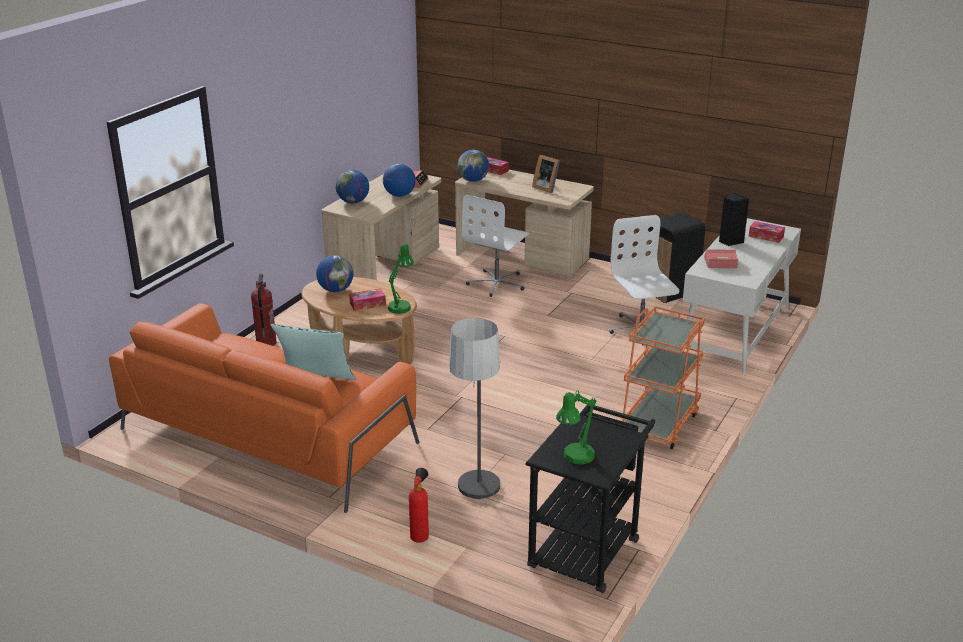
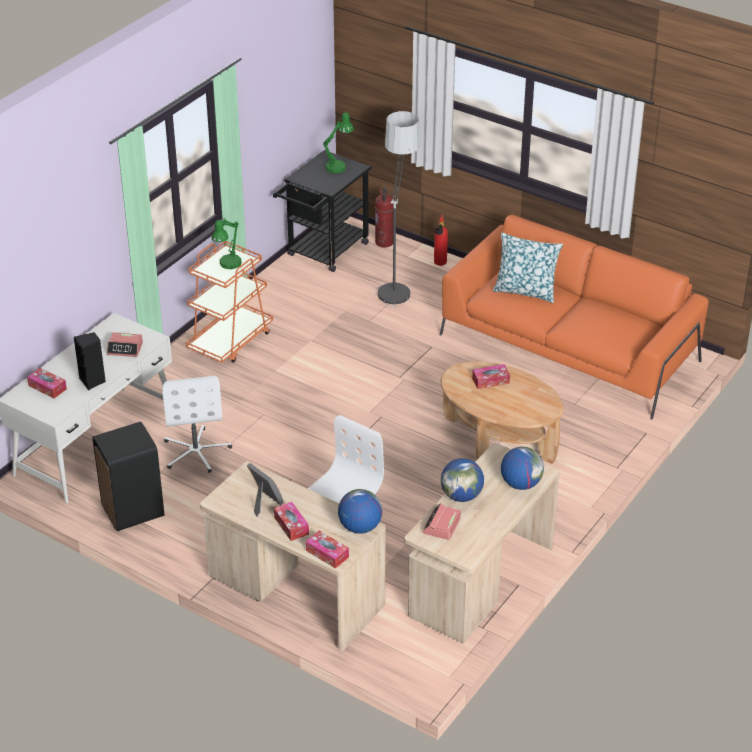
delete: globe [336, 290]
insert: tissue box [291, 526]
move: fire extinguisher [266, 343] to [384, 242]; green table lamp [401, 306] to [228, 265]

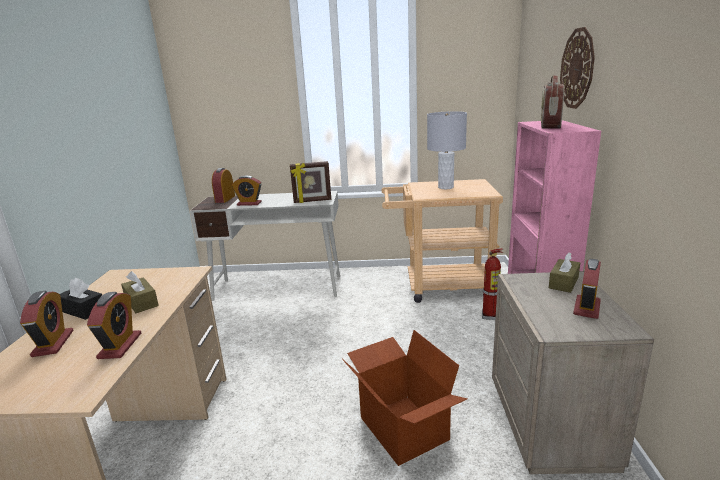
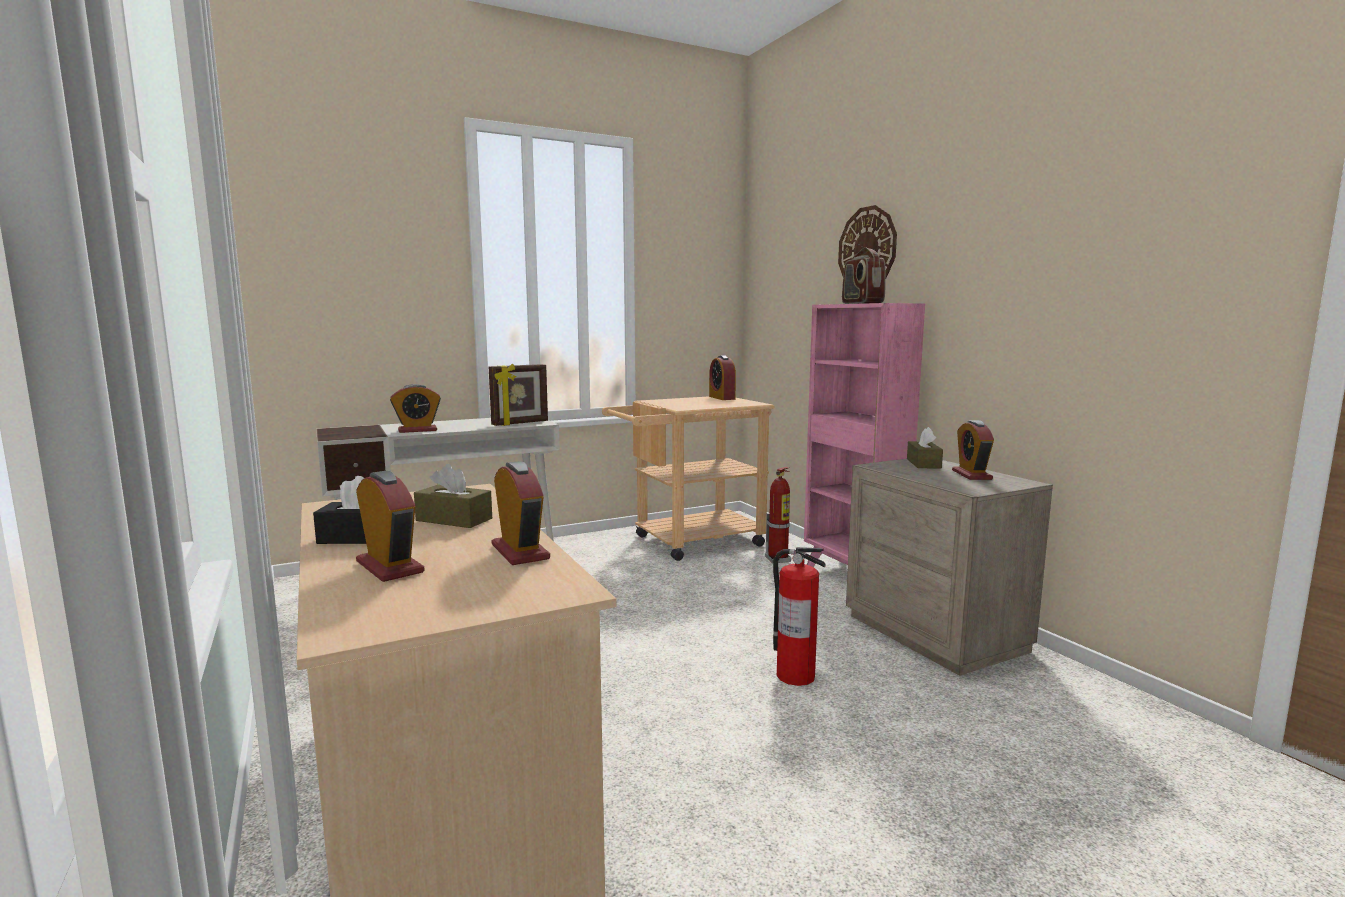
delete: grey table lamp [445, 187]
move: alarm clock [225, 199] to [722, 398]
replace: cardboard box [402, 429] to fire extinguisher [794, 675]

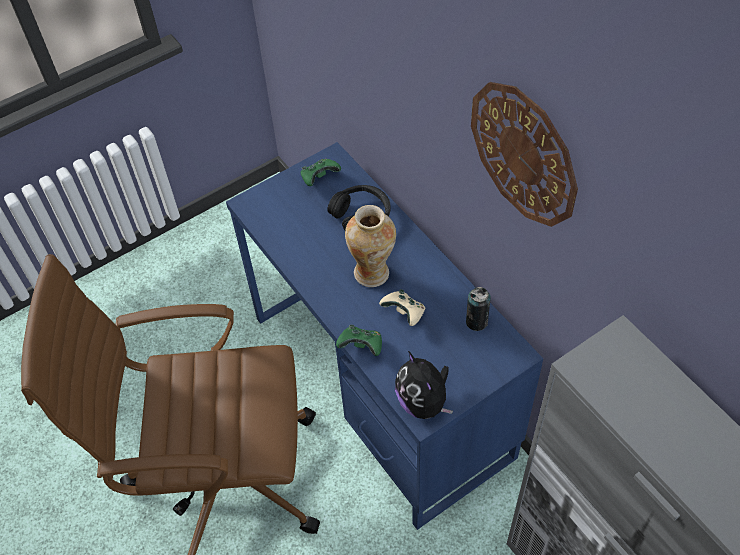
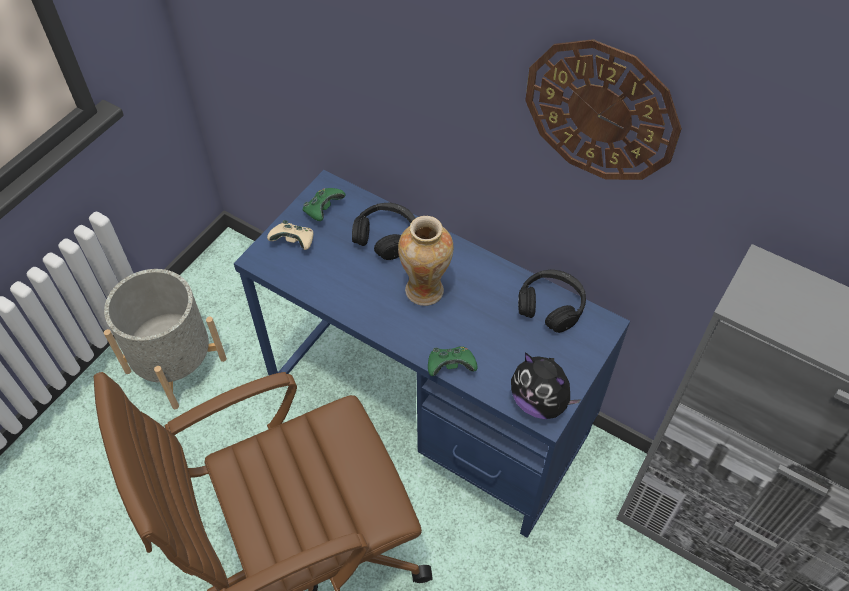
insert: grey planter [176, 365]
move: beige game controller [404, 313] to [294, 242]
replace: can [476, 321] to black headphones [551, 306]

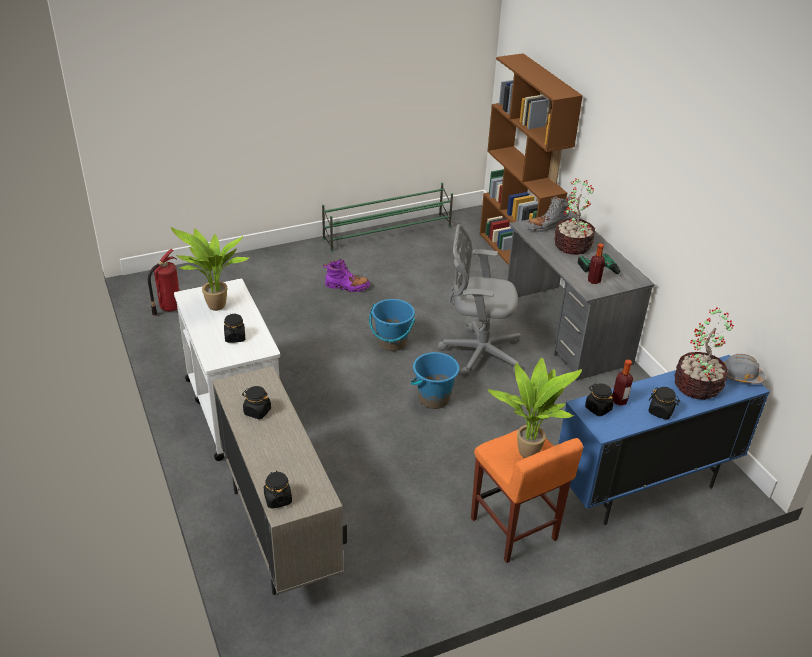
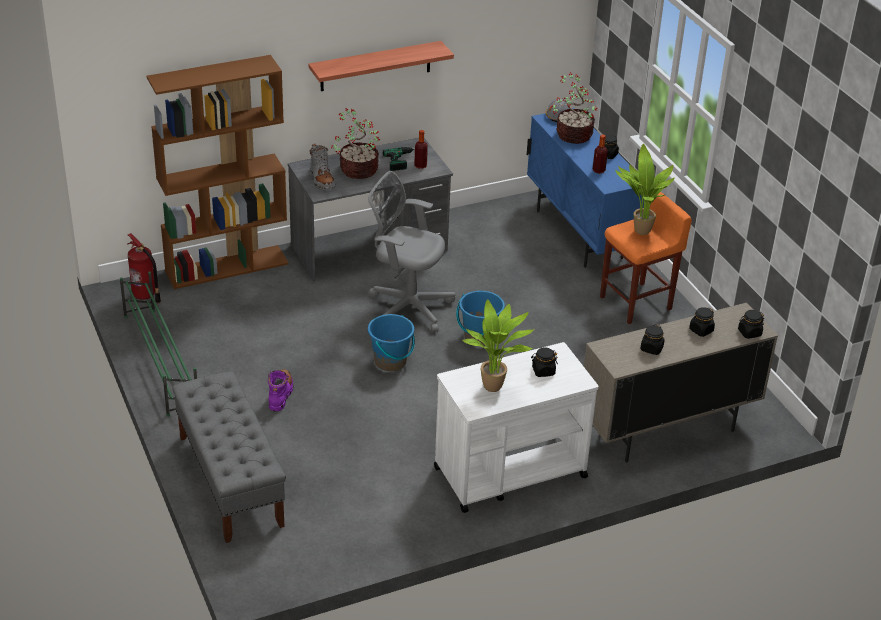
insert: grey bench [230, 480]; shelf [375, 66]
move: fire extinguisher [169, 307] to [145, 295]; black jar [598, 408] to [701, 330]
rotate: grey office chair [478, 353] = [407, 305] 105 degrees clockwise

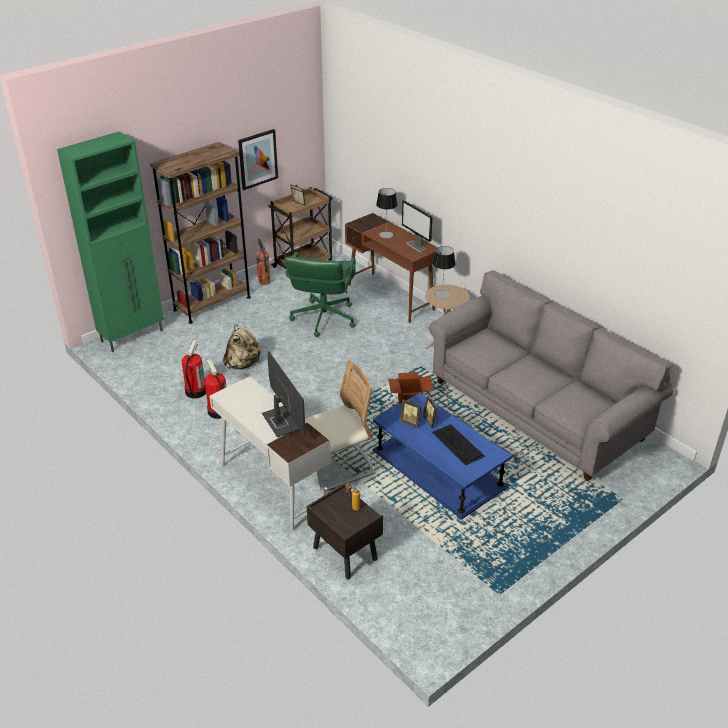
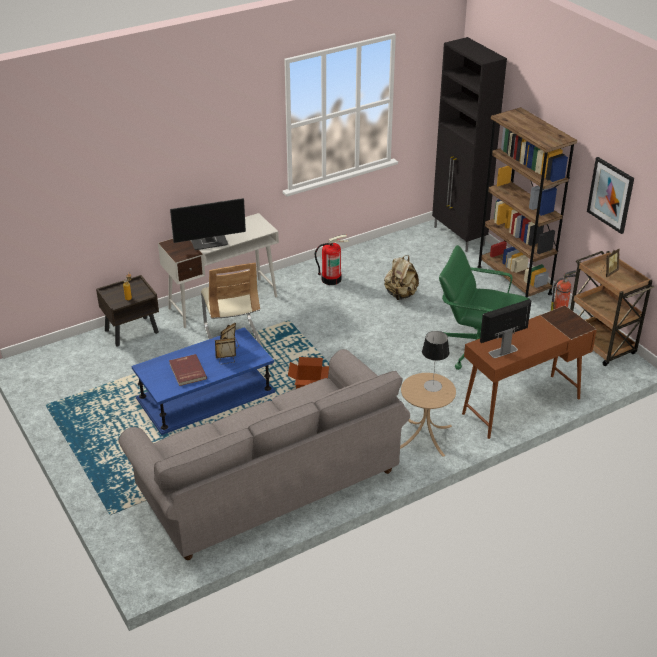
delete: fire extinguisher [195, 391]; table lamp [386, 235]
replace: keyboard [458, 444] to red book [187, 371]
recolor: green cabinet [133, 336] to black cabinet [459, 236]

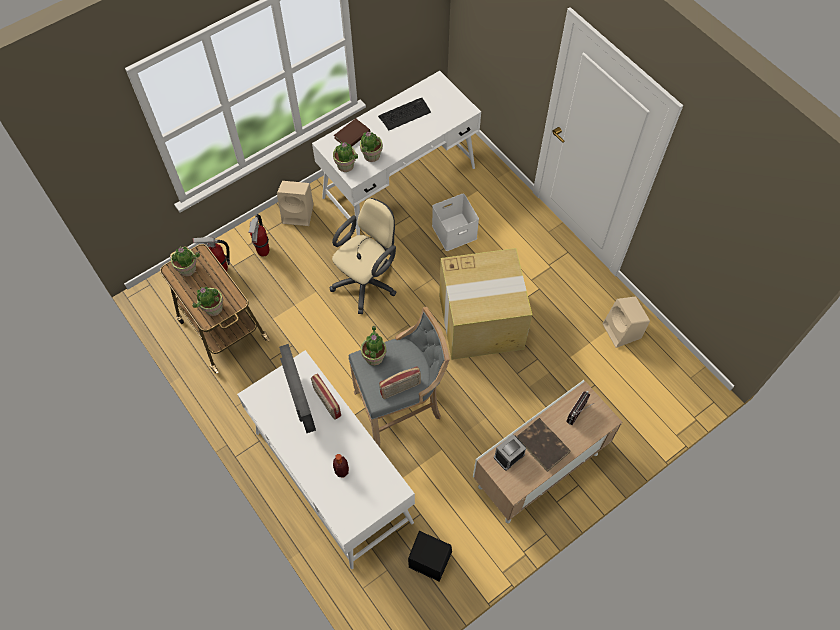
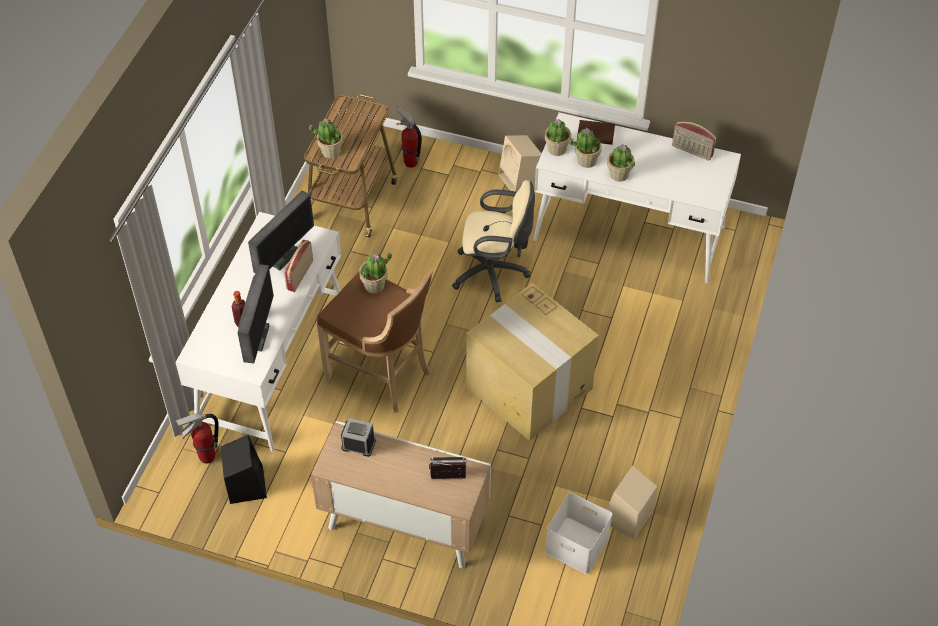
delete: keyboard [405, 114]; brown book [543, 445]
insert: monitor [259, 338]
move: potted plant [187, 269] to [619, 174]; fire extinguisher [263, 252] to [206, 457]; radio [400, 389] to [691, 151]; white storage box [454, 231] to [578, 545]
recolor: grey stool [401, 407] to brown stool [382, 375]

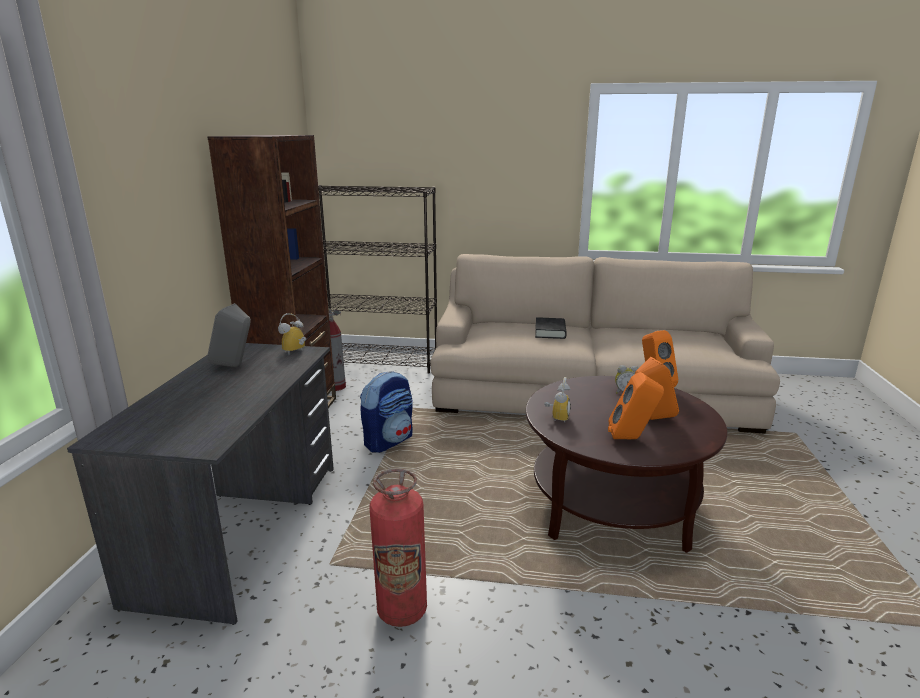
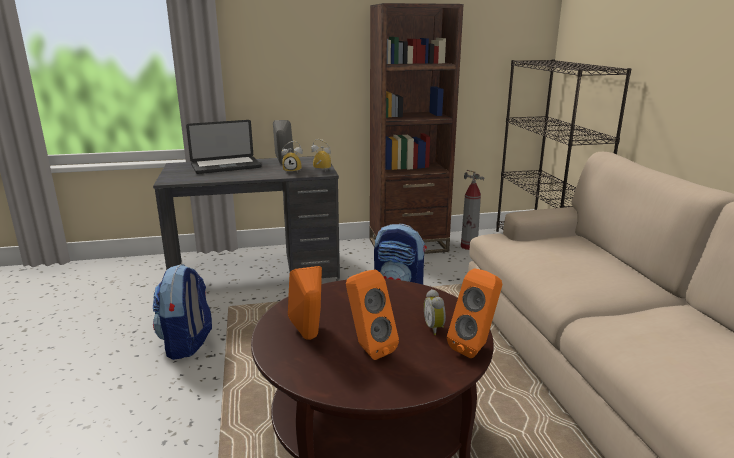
delete: black book [550, 332]
insert: laptop [226, 166]
move: alarm clock [557, 417] to [293, 171]
replace: fire extinguisher [402, 610] to backpack [187, 343]

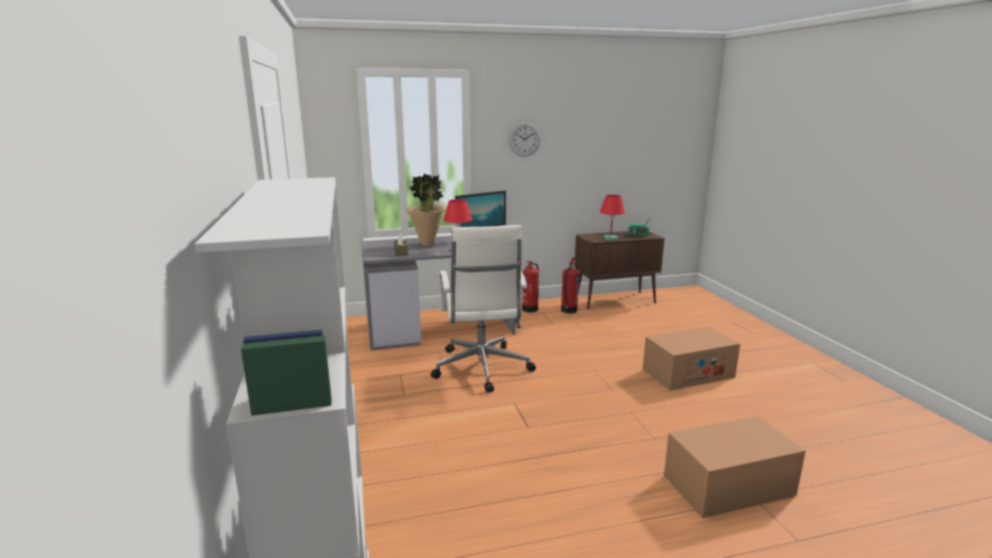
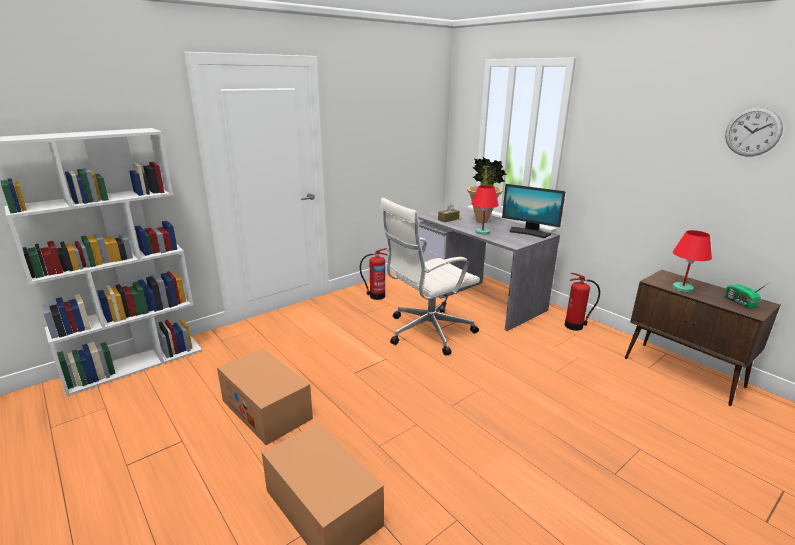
move: wall clock [524, 139] to [753, 132]; fire extinguisher [568, 310] to [376, 296]; cardboard box [688, 373] to [266, 409]

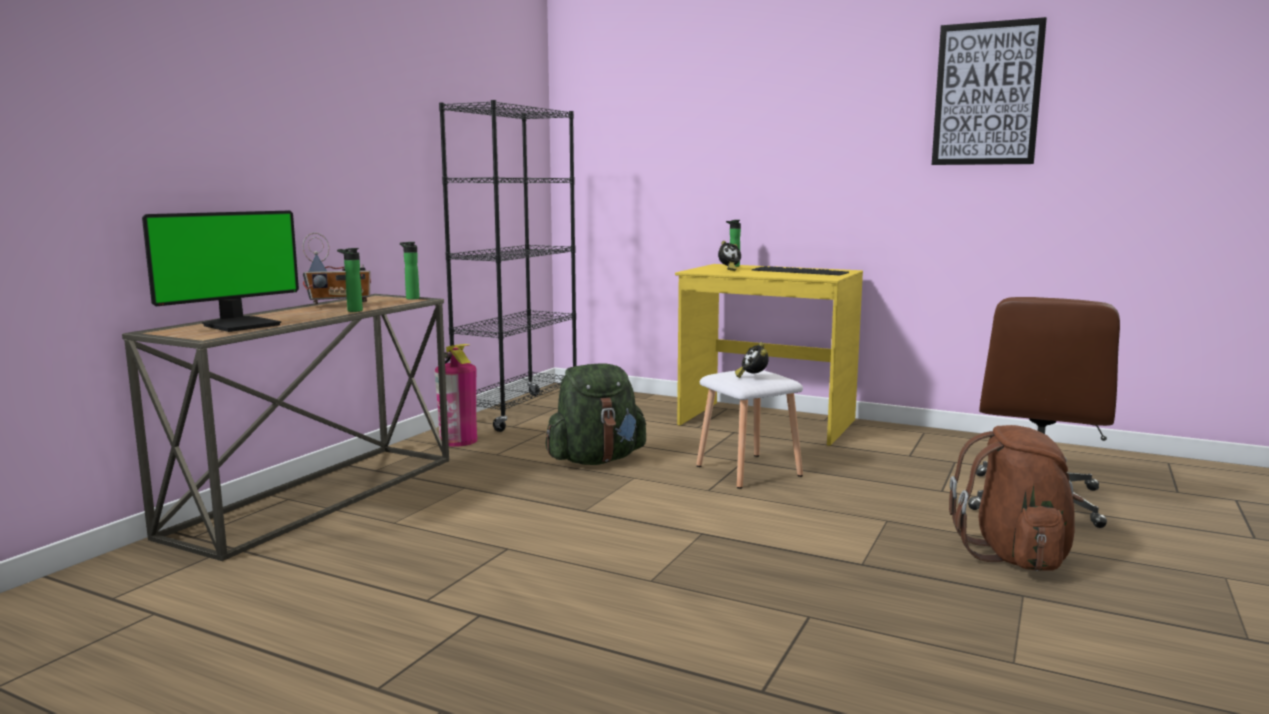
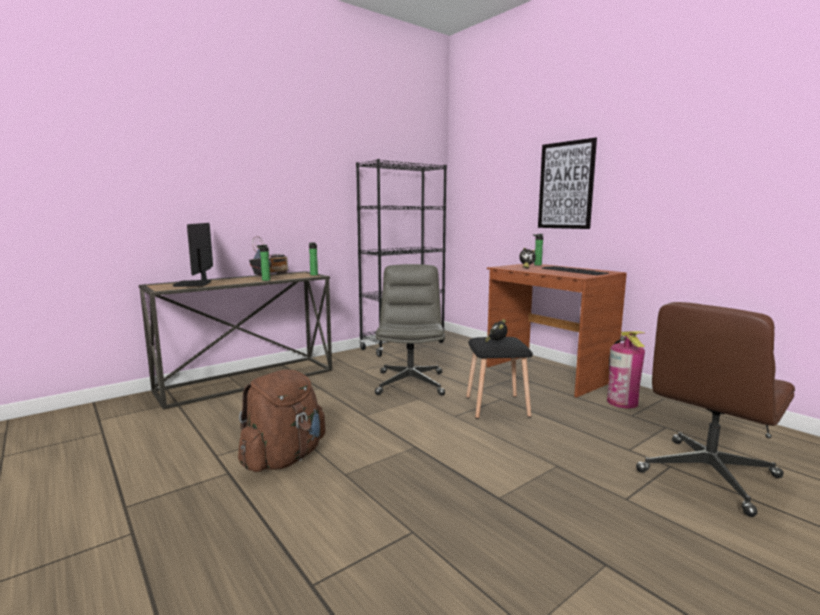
move: fire extinguisher [458, 440] to [622, 402]; picture [987, 94] to [566, 185]; brown backpack [1015, 556] to [284, 458]
replace: green backpack [596, 460] to grey office chair [410, 383]
recolor: yellow desk [765, 423] to brown desk [547, 373]; white stool [747, 471] to black stool [496, 407]
rotate: monitor [241, 325] = [194, 284] 105 degrees clockwise; radio [340, 304] = [271, 276] 60 degrees counterclockwise

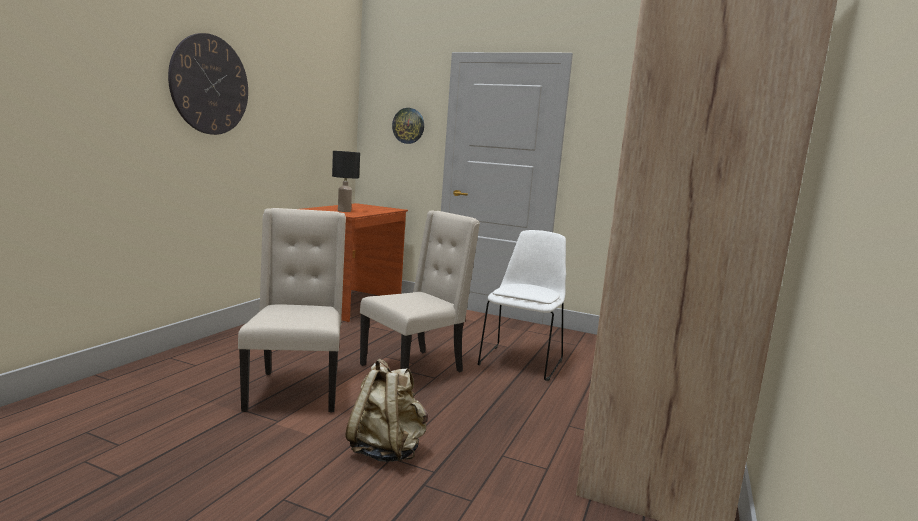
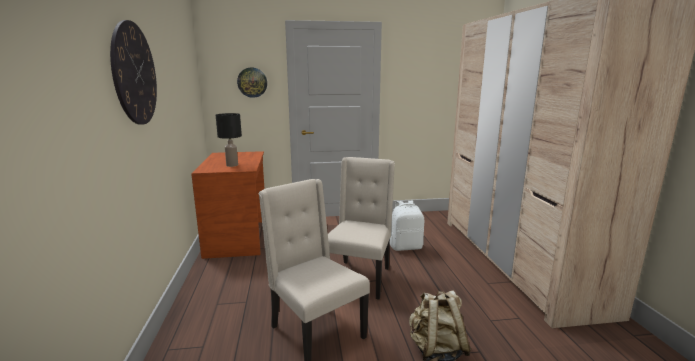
replace: white chair [521, 361] to white backpack [406, 247]

